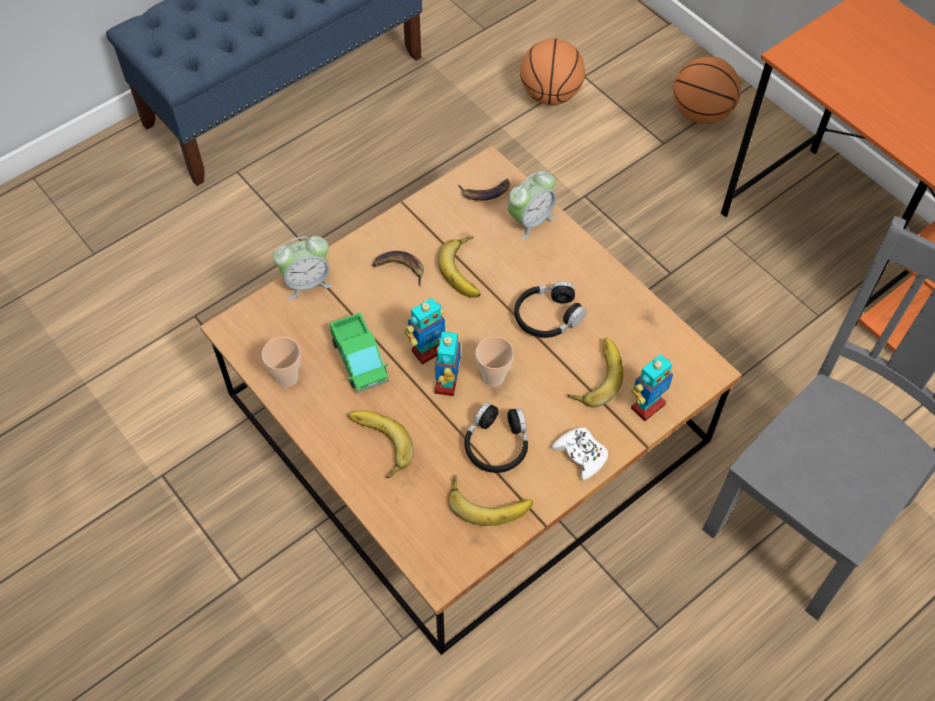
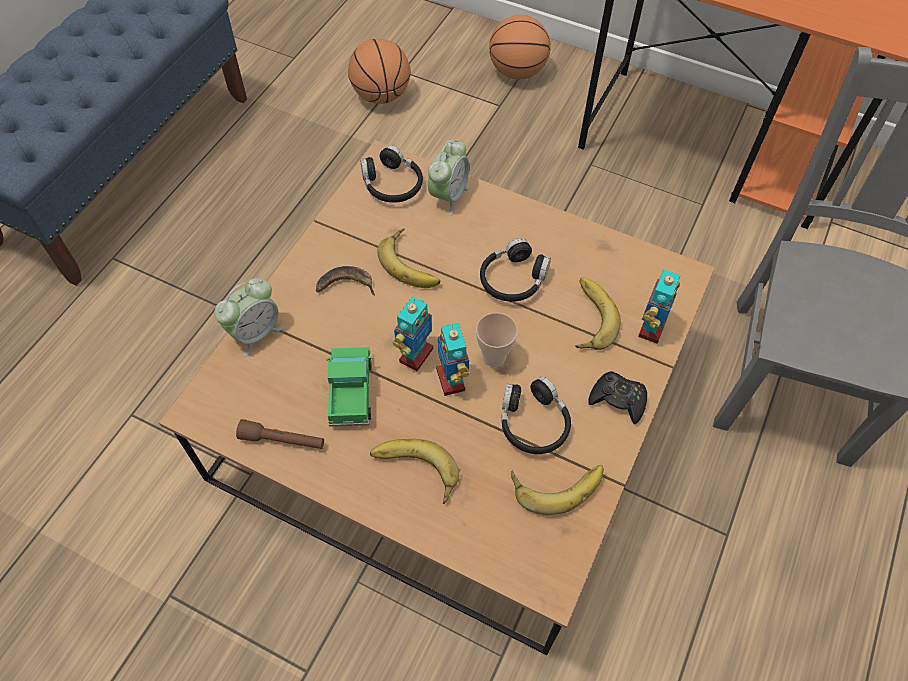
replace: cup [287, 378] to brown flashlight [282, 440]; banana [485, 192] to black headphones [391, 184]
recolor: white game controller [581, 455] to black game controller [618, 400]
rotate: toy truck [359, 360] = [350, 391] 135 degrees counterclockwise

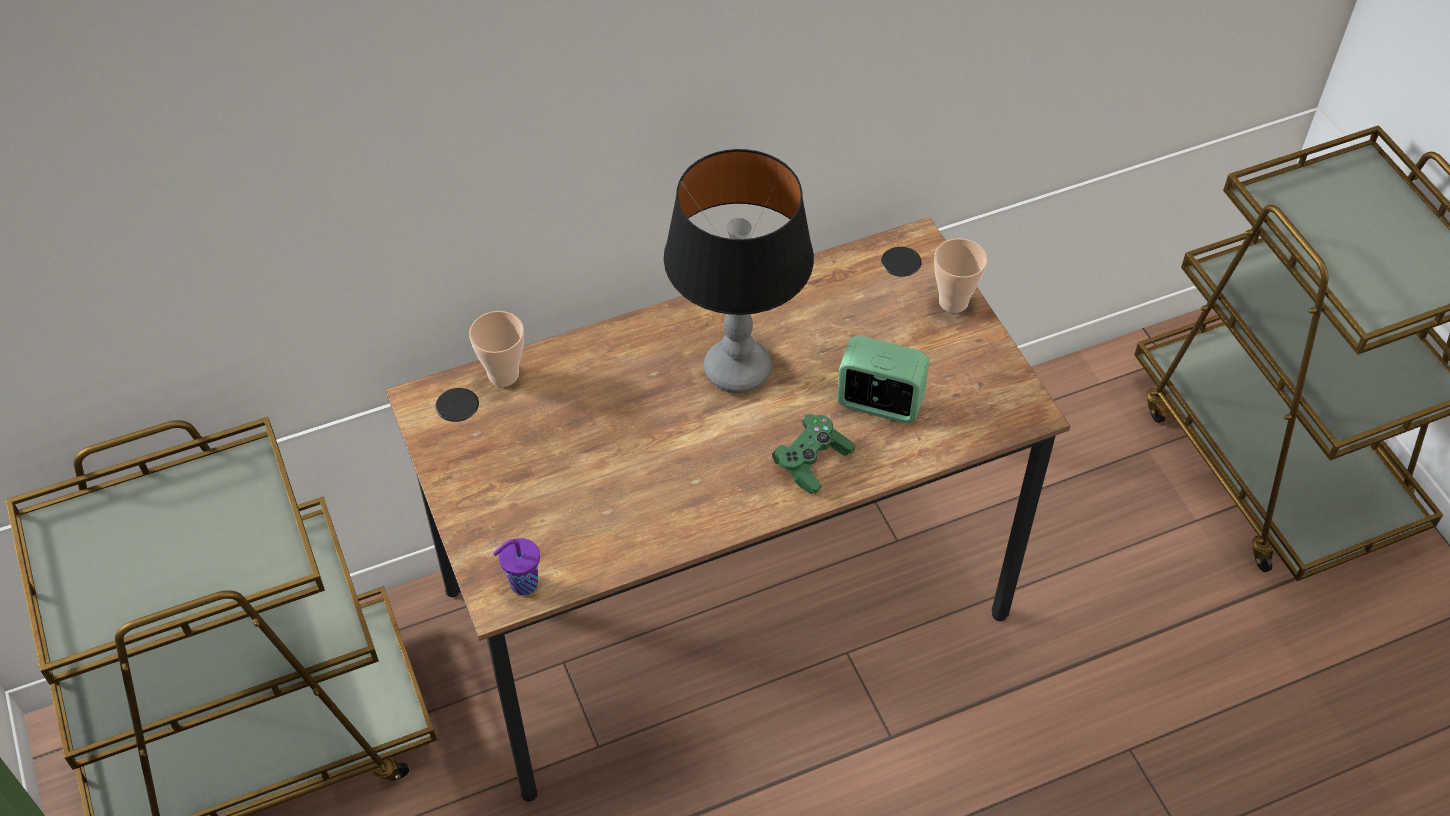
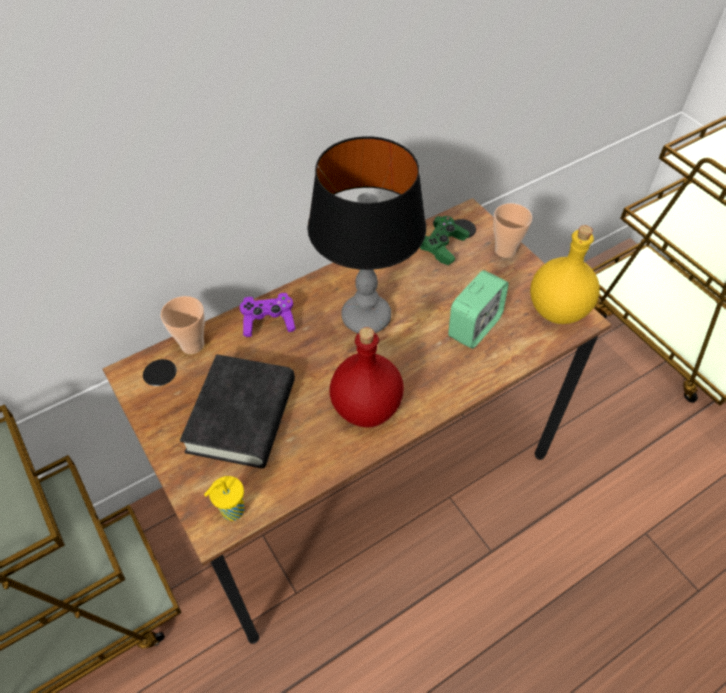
insert: black book [242, 416]; purple game controller [268, 321]; red bottle [365, 408]; yellow bottle [557, 311]
move: green game controller [812, 461] to [443, 246]
recolor: purple cup [522, 584] to yellow cup [231, 511]
rotate: alarm clock [879, 403] = [474, 327] 120 degrees clockwise

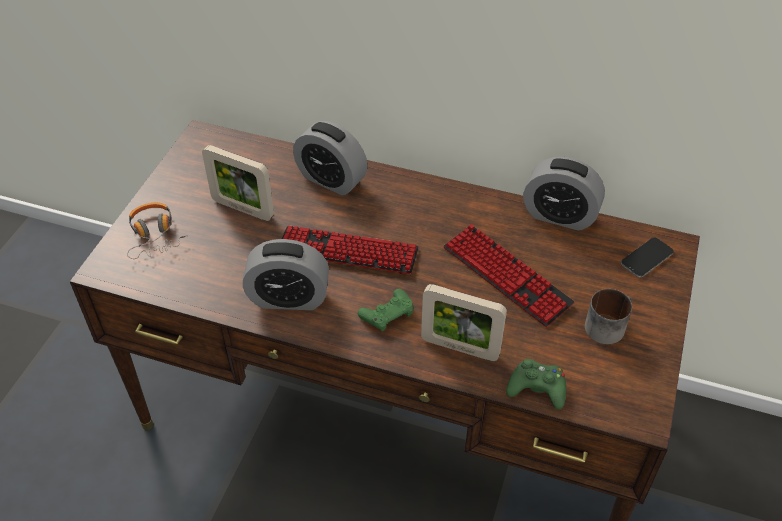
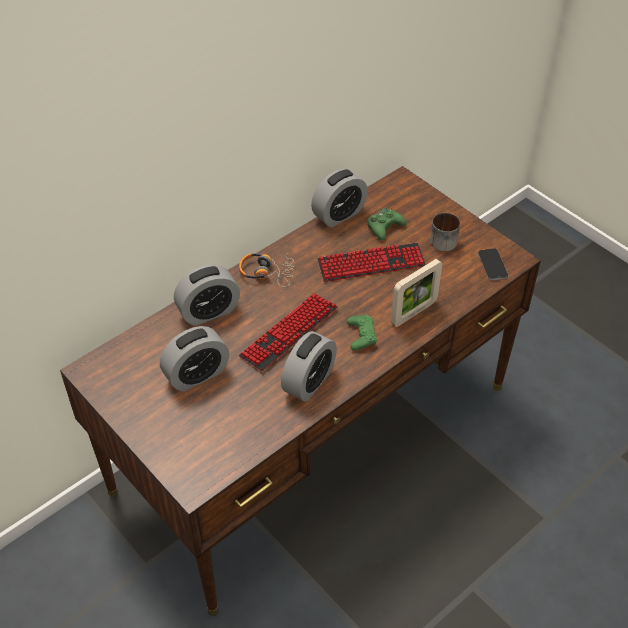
move: headphones [154, 235] to [267, 272]; green game controller [537, 388] to [384, 227]; phone [646, 258] to [492, 265]
replace: picture frame [243, 209] to alarm clock [197, 375]

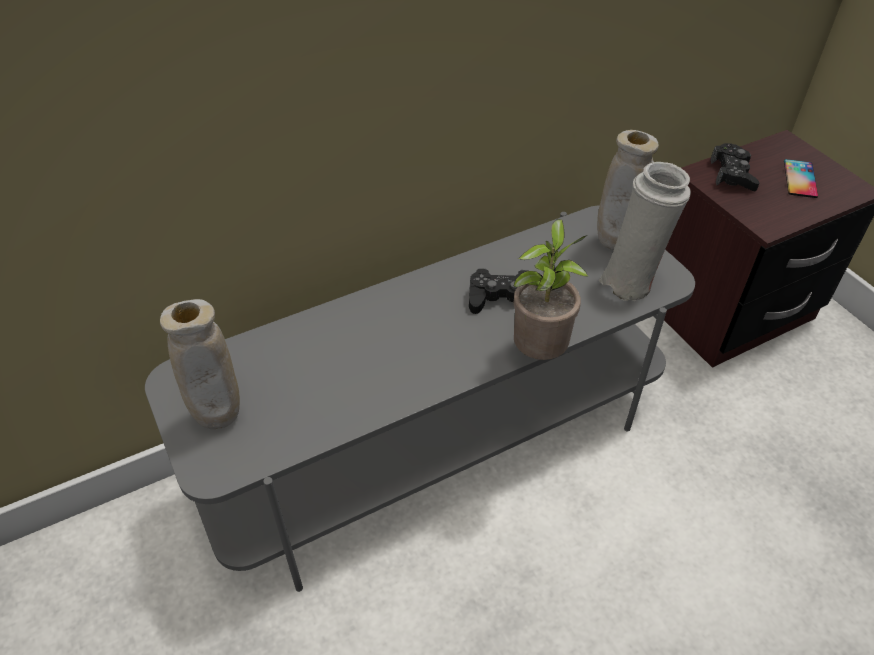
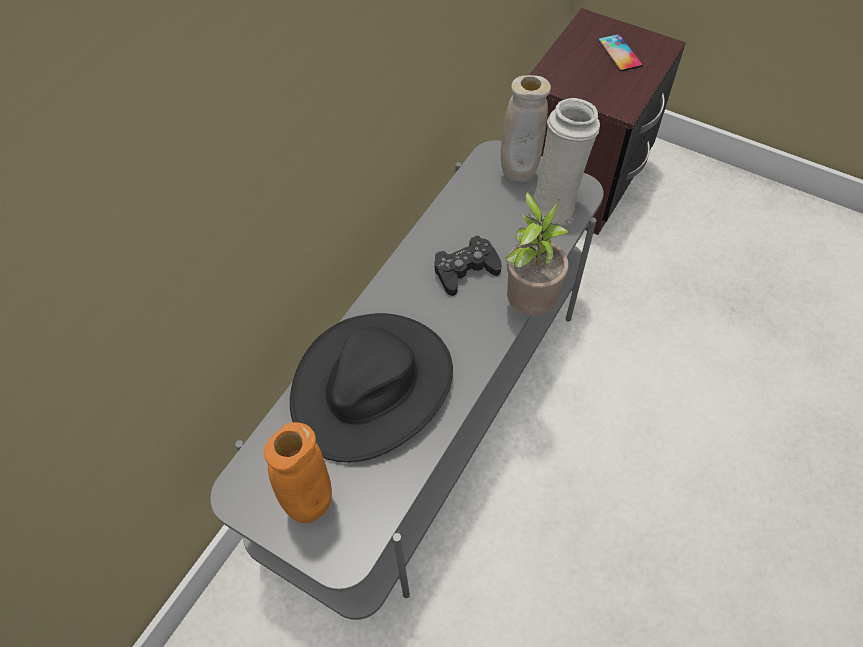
delete: black game controller [732, 174]
insert: black hat [372, 386]
recolor: beige vase [220, 418] to orange vase [311, 506]

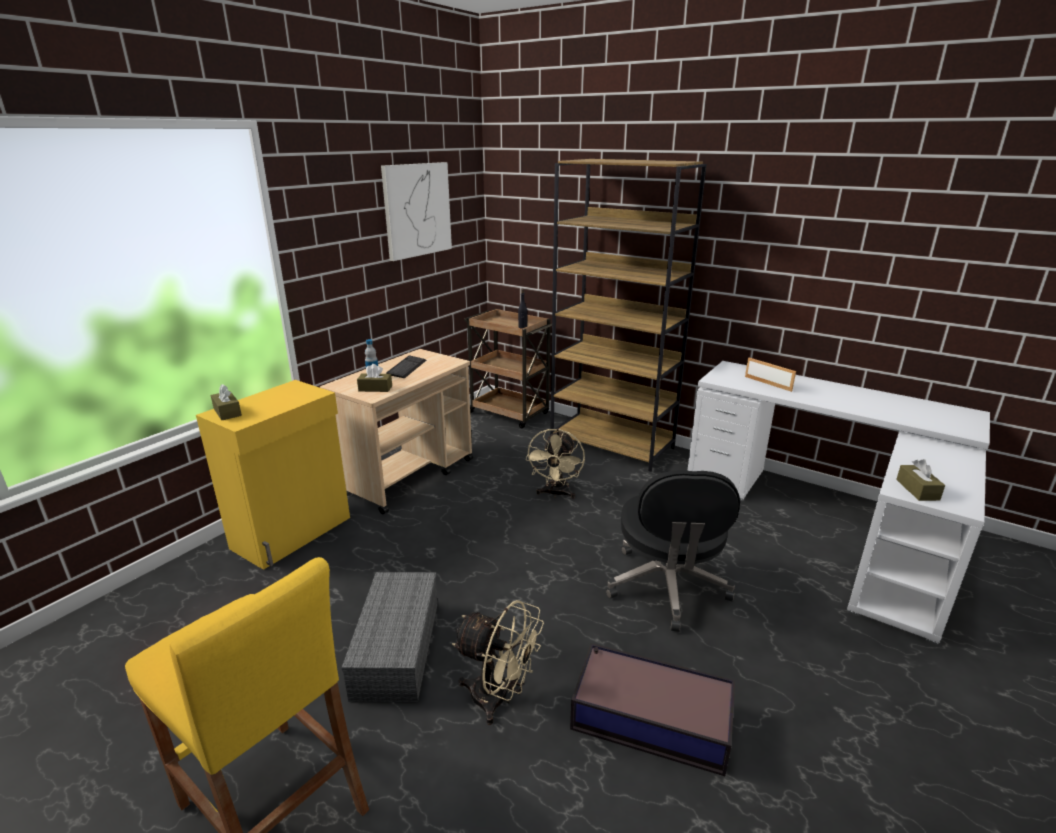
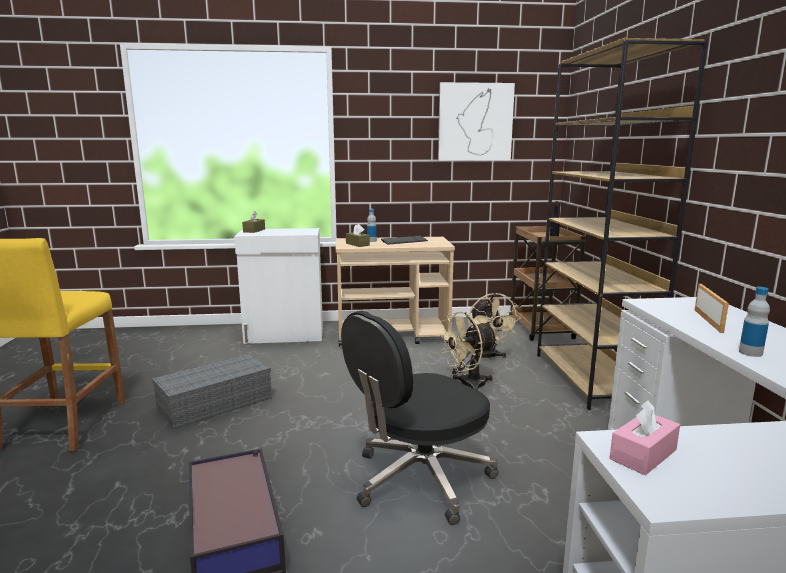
insert: bottle [750, 352]
move: beige fan [499, 699] to [488, 357]
recolor: yellow cabinet [293, 533] to white cabinet [285, 335]; brown tissue box [917, 490] to pink tissue box [643, 454]

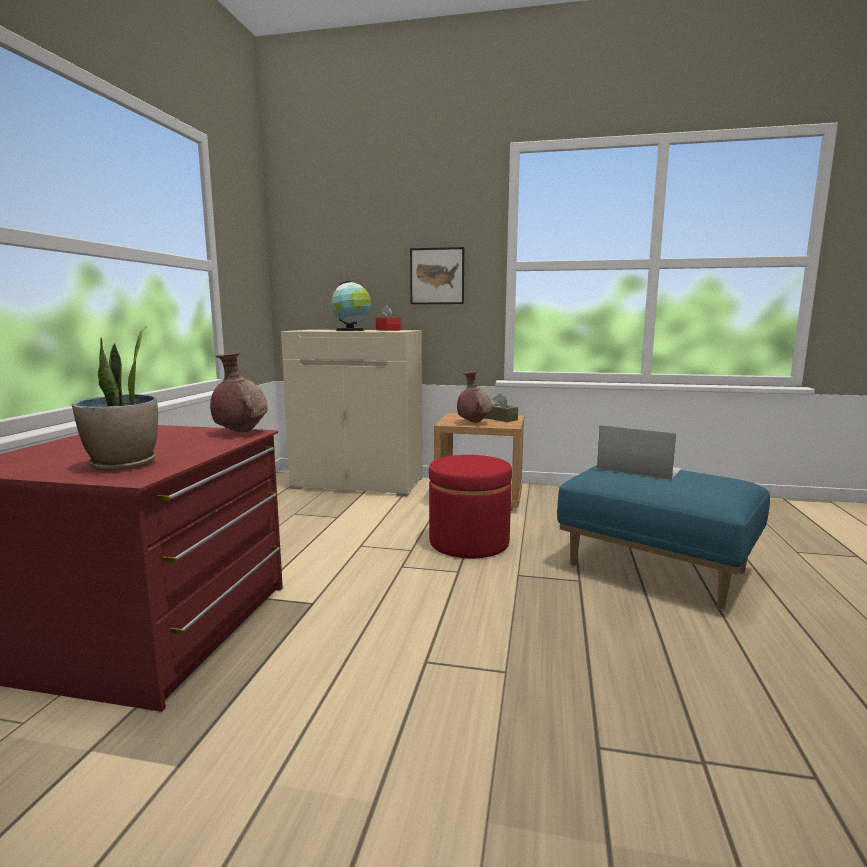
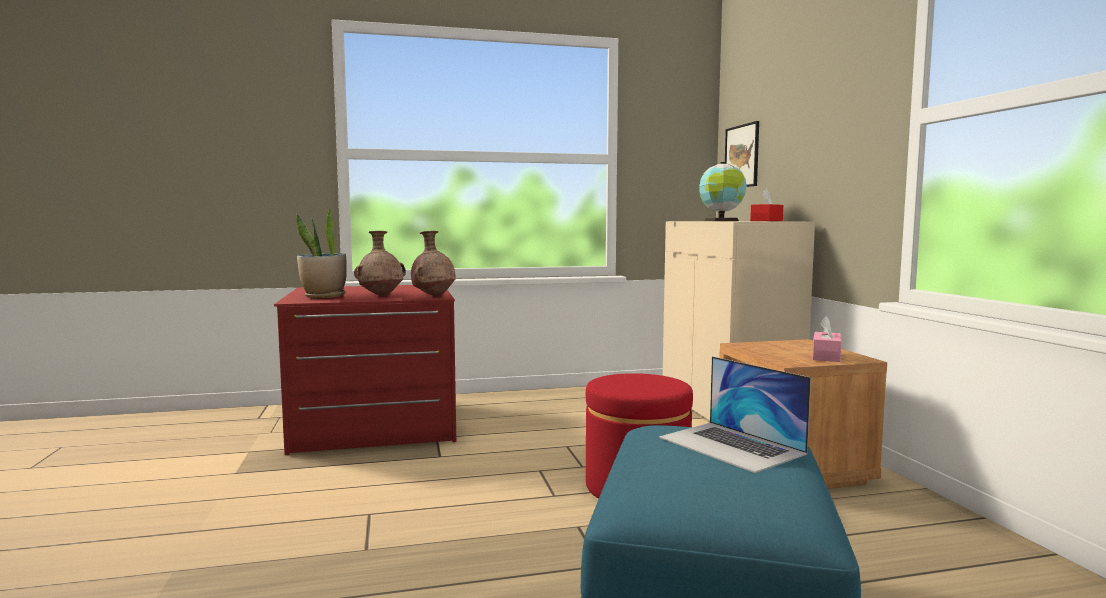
move: picture [437, 276] to [742, 156]; brown vase [473, 422] to [381, 295]
recolor: brown tissue box [501, 419] to pink tissue box [826, 356]
rotate: laptop [638, 469] = [731, 445] 135 degrees clockwise

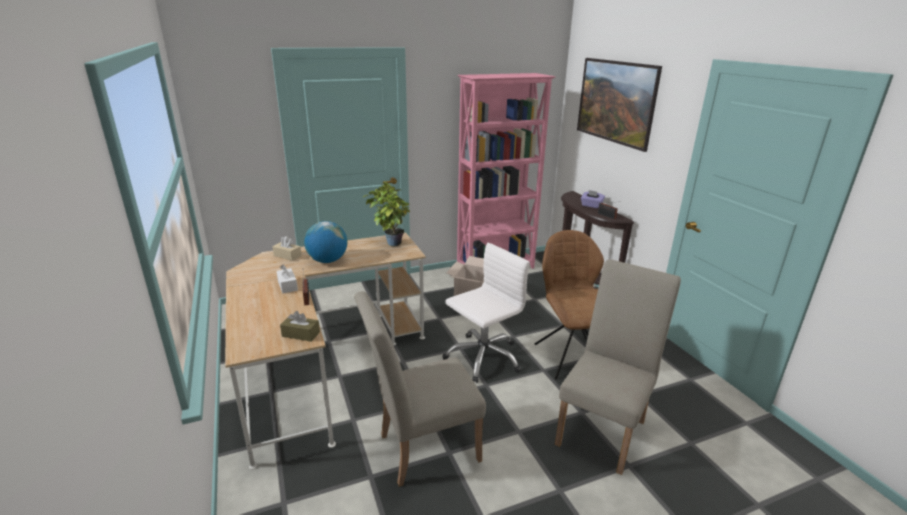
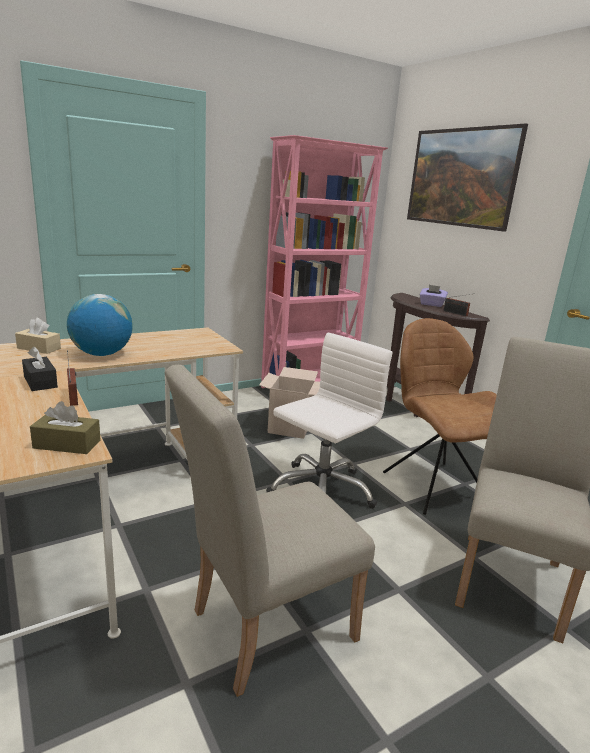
delete: potted plant [390, 243]
recolor: white tissue box [287, 286] to black tissue box [40, 382]

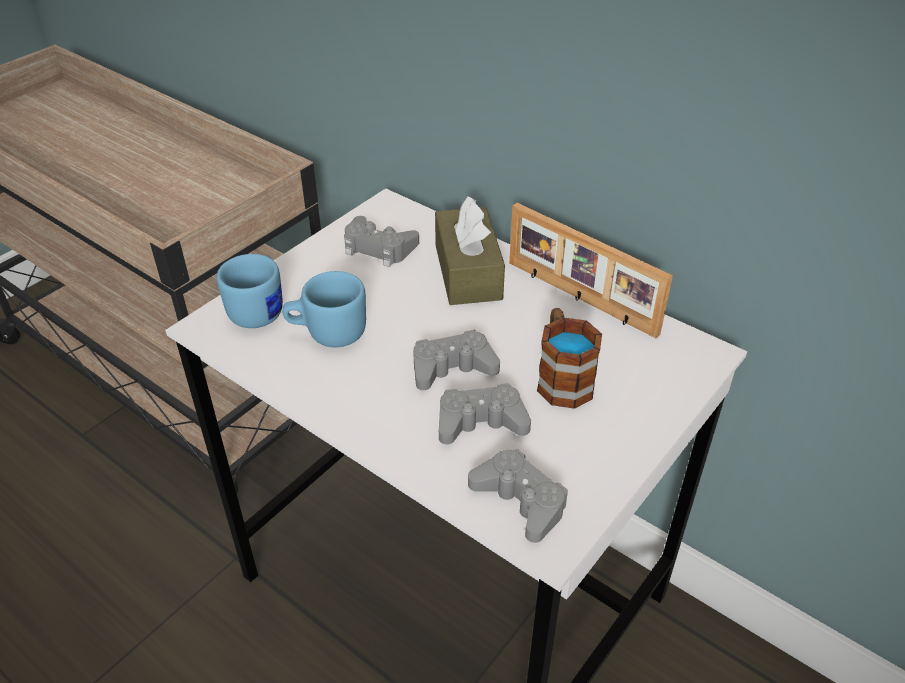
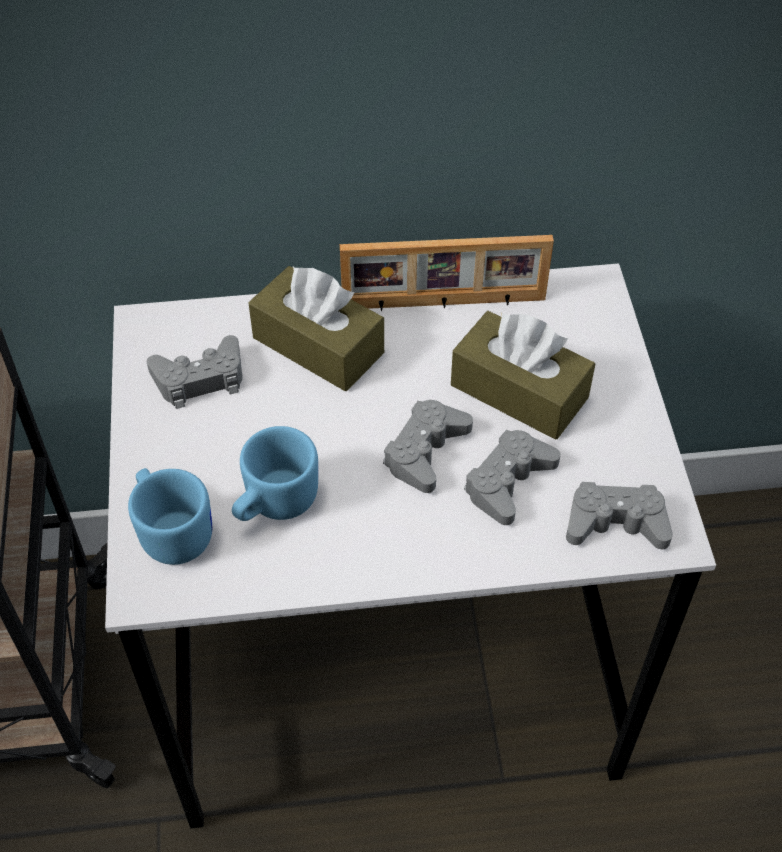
replace: mug [562, 377] to brown tissue box [519, 391]

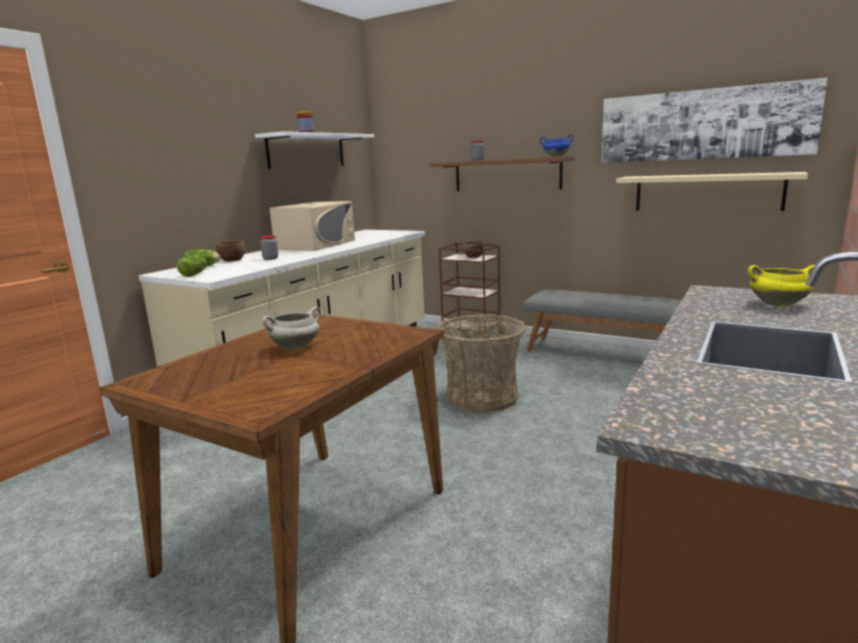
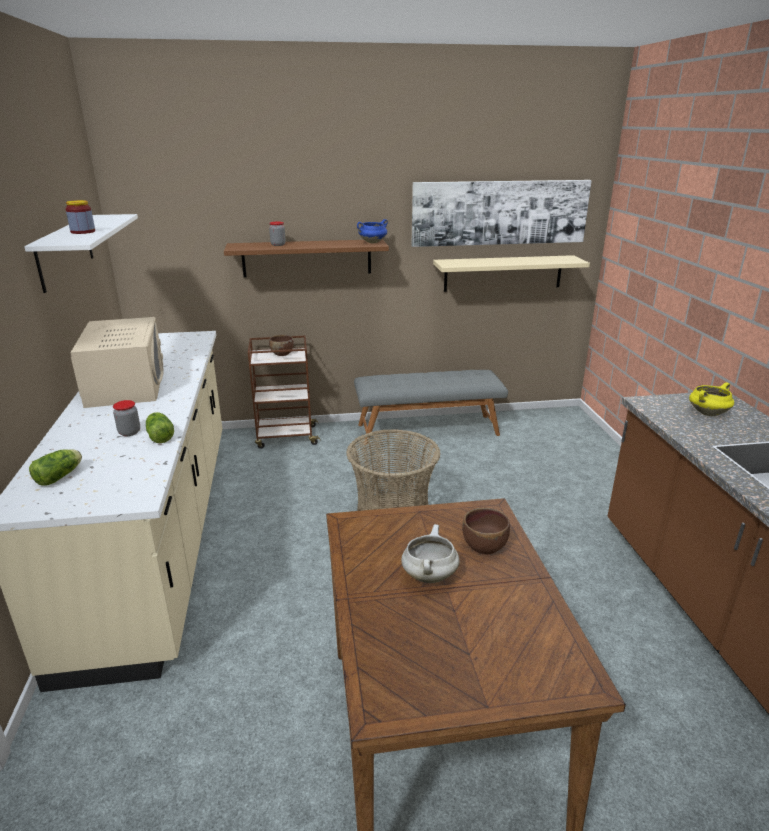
move: lettuce [195, 274] to [160, 436]; brown bowl [232, 260] to [484, 546]

